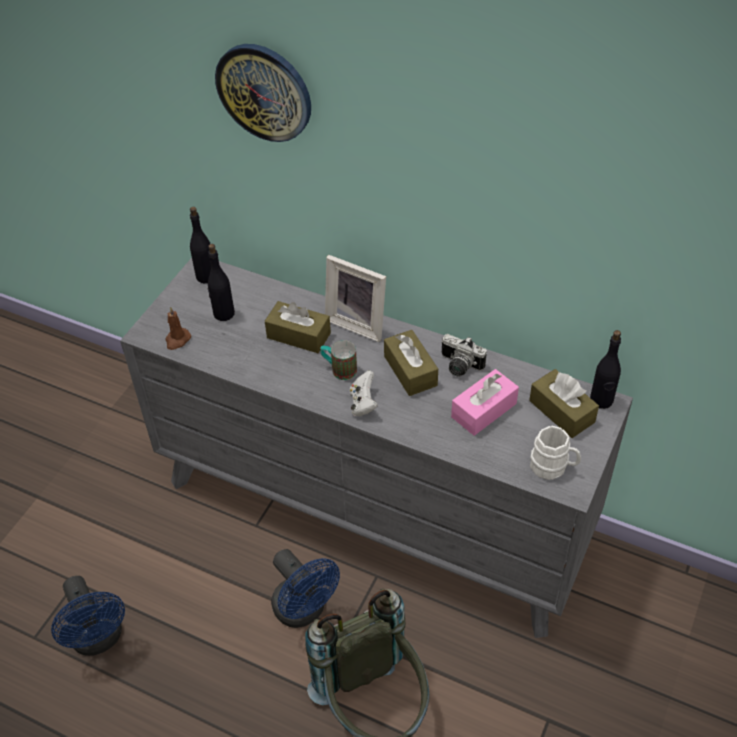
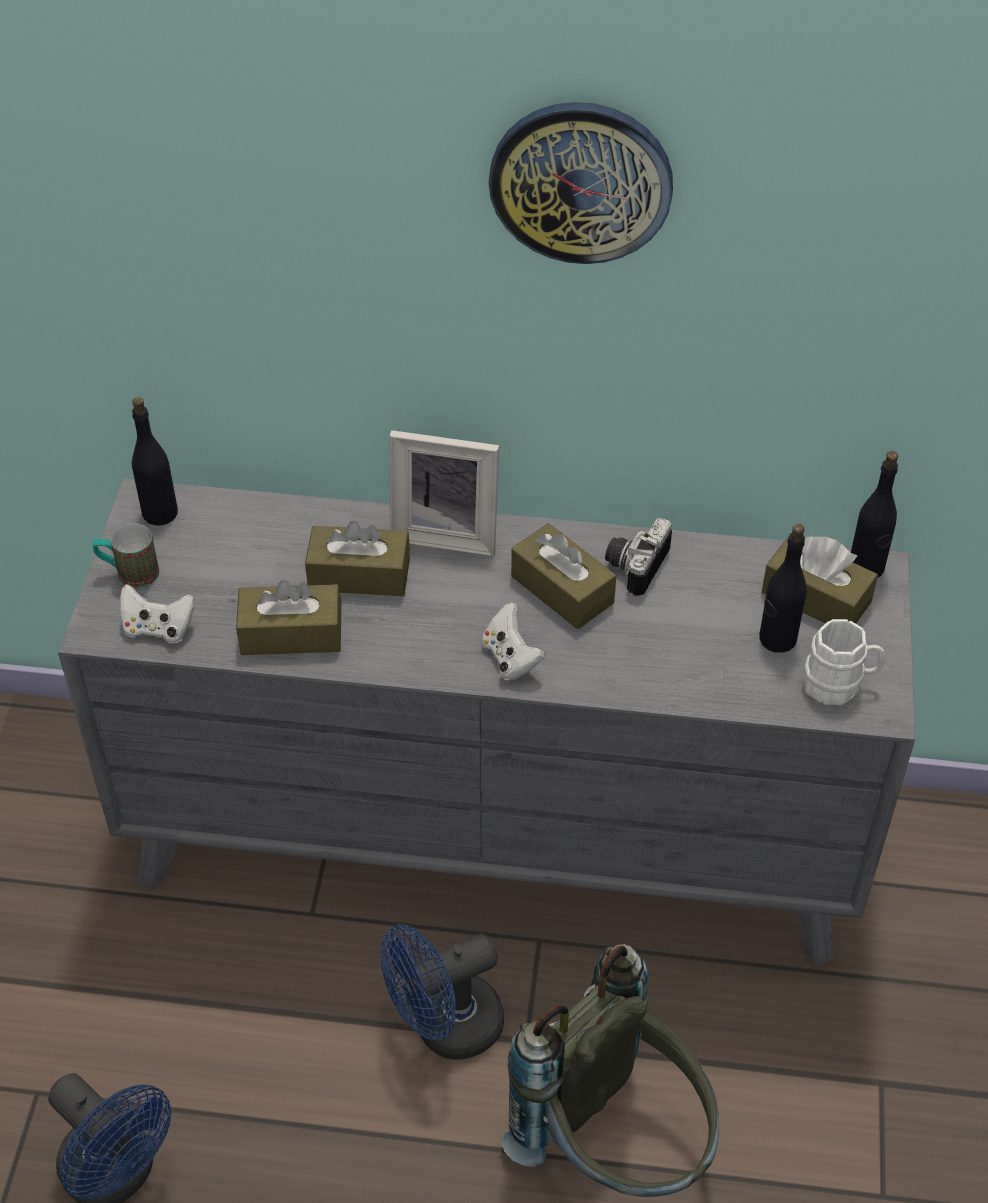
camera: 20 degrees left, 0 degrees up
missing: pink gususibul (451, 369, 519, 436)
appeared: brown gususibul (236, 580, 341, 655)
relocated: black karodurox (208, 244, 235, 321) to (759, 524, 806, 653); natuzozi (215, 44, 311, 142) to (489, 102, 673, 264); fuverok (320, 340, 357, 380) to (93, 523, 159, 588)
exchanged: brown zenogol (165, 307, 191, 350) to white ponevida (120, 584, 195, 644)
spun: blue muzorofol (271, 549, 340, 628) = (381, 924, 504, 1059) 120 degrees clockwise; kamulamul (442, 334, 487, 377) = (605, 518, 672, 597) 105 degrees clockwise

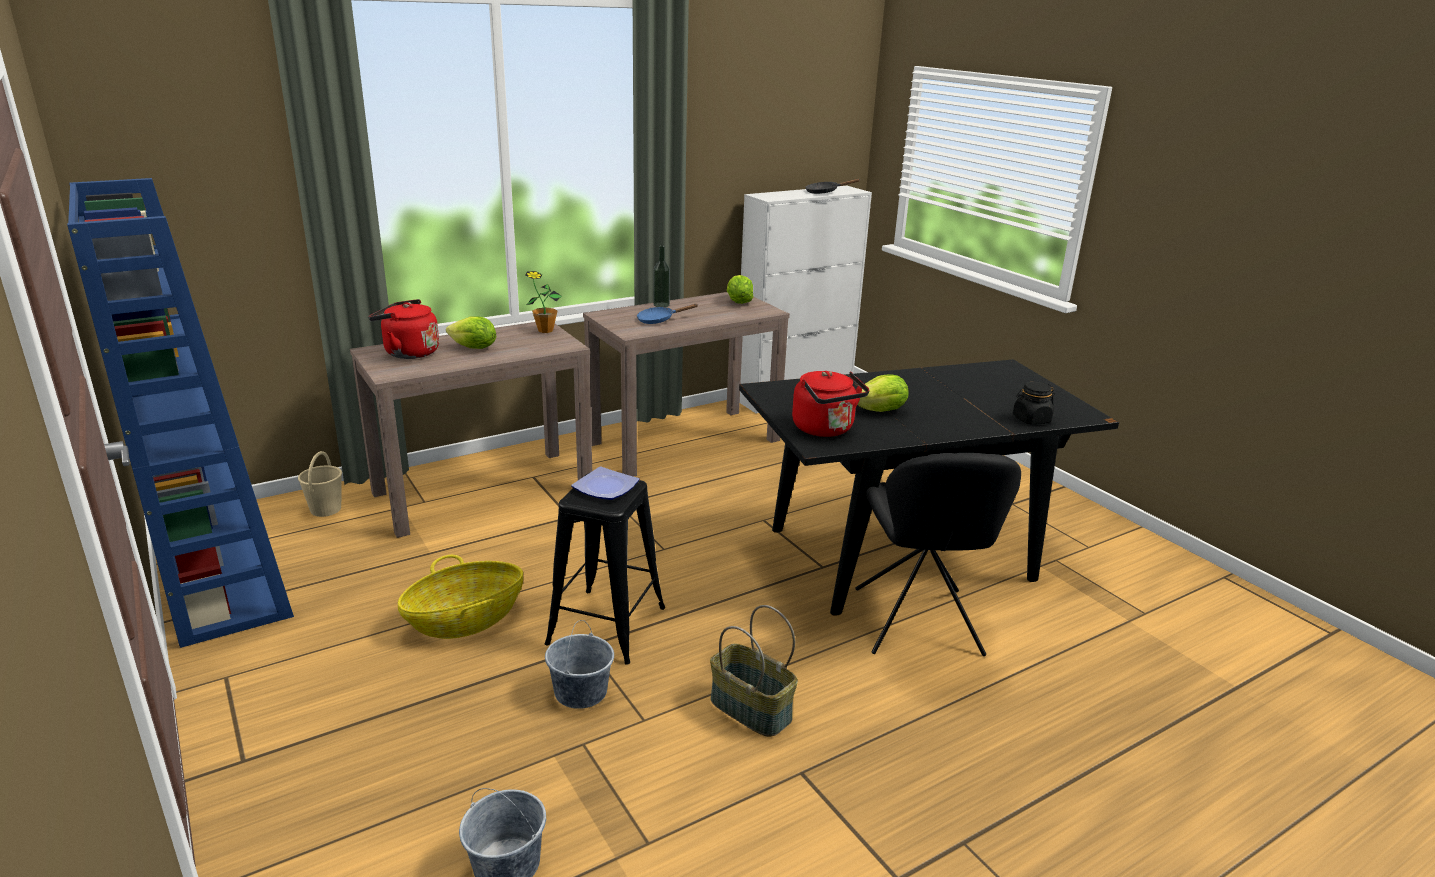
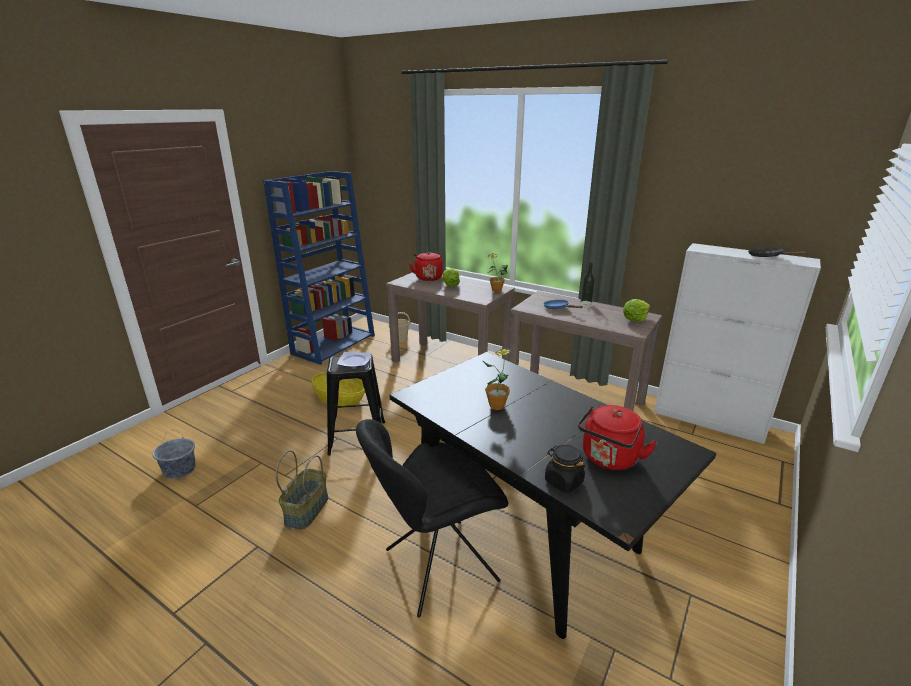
camera: 65 degrees right, 0 degrees up
missing: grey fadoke (545, 620, 614, 709)
relocated: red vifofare (792, 371, 869, 437) to (578, 405, 658, 470)
exchanged: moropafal (858, 374, 909, 412) to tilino (483, 348, 512, 410)

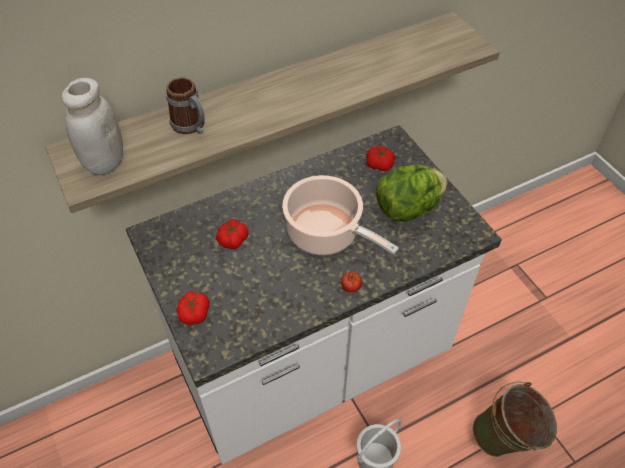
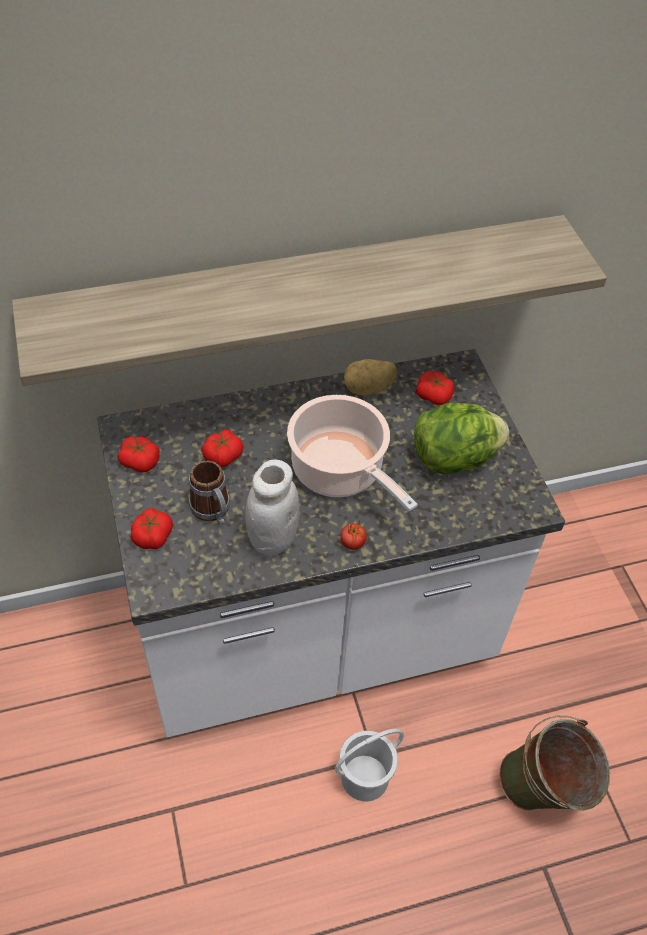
camera: 10 degrees right, 0 degrees up
appeared: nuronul (118, 436, 160, 472); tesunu (344, 359, 397, 395)
relocated: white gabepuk (61, 78, 123, 175) to (245, 460, 299, 556); fuverok (166, 77, 205, 134) to (189, 460, 230, 525)

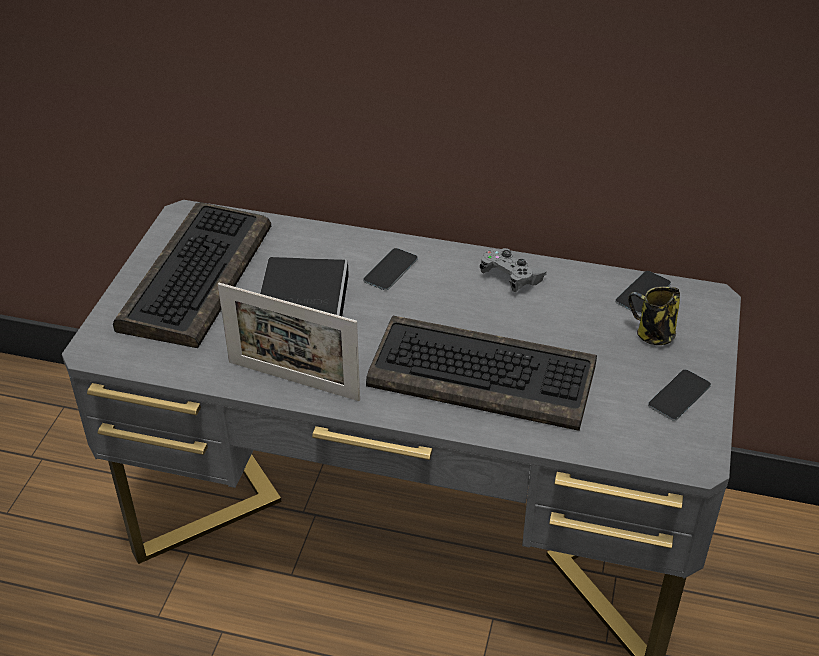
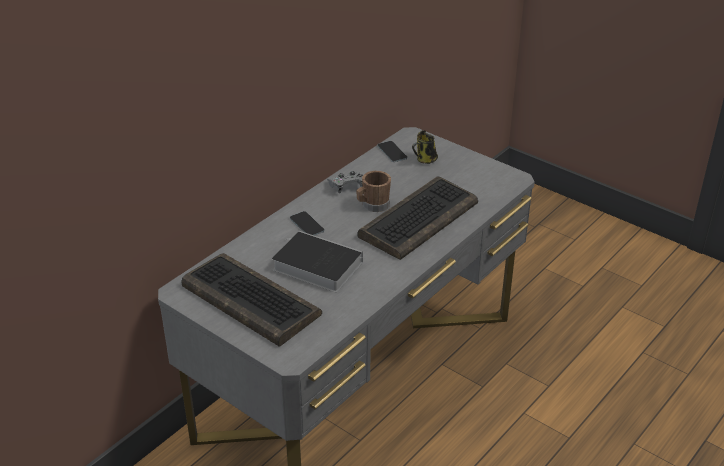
camera: 65 degrees left, 5 degrees down
missing: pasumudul (218, 283, 360, 401); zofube (648, 370, 711, 421)
appeared: brown fuverok (356, 171, 391, 212)

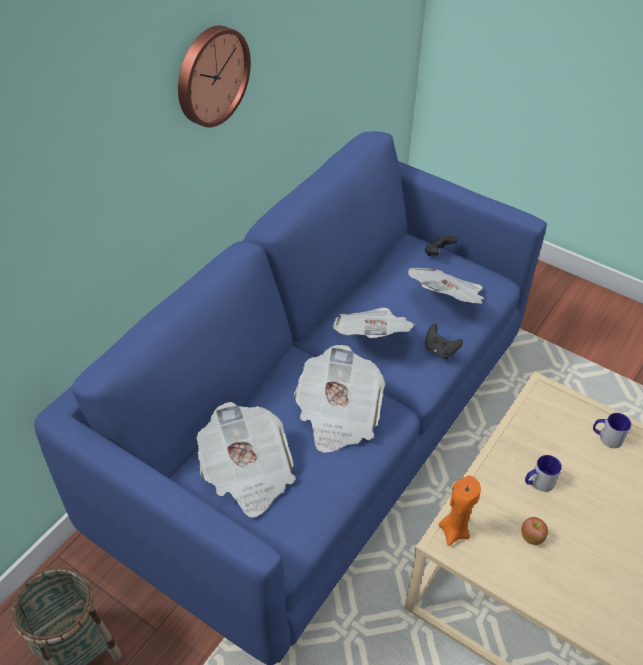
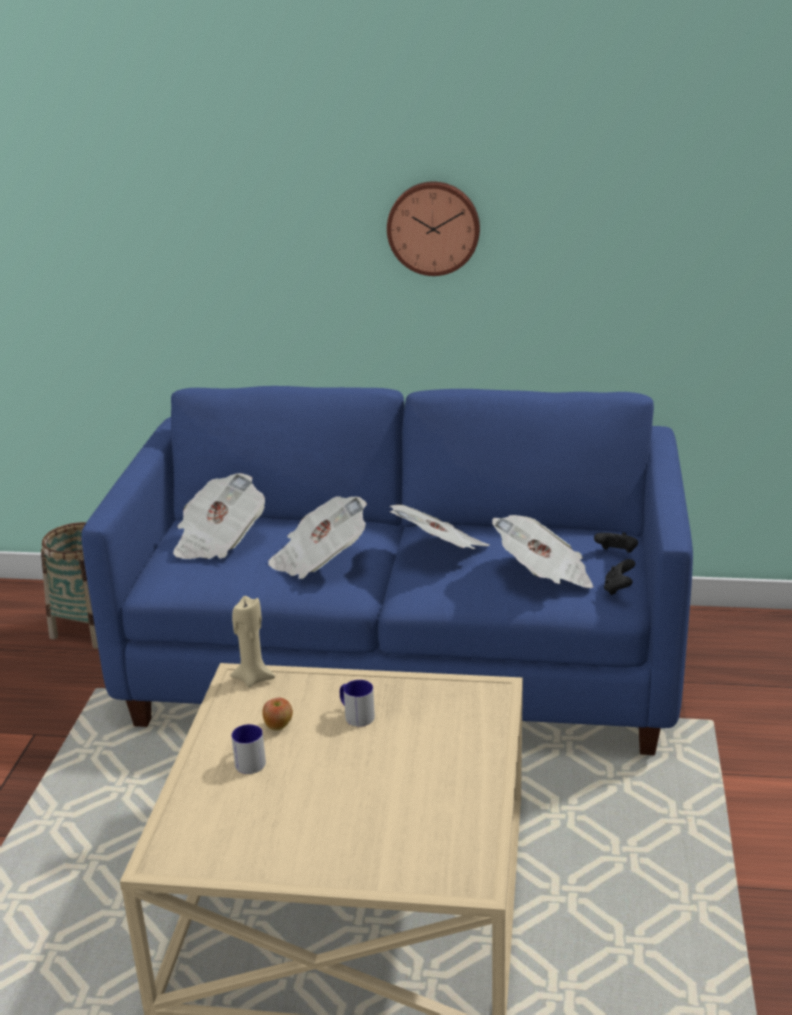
camera: 65 degrees right, 20 degrees down
relocated: black ponevida (425, 324, 463, 359) to (604, 559, 635, 595); fuverok (593, 413, 631, 448) to (231, 724, 266, 774)
colour: orange zenogol (439, 476, 481, 546) to beige zenogol (230, 596, 275, 688)

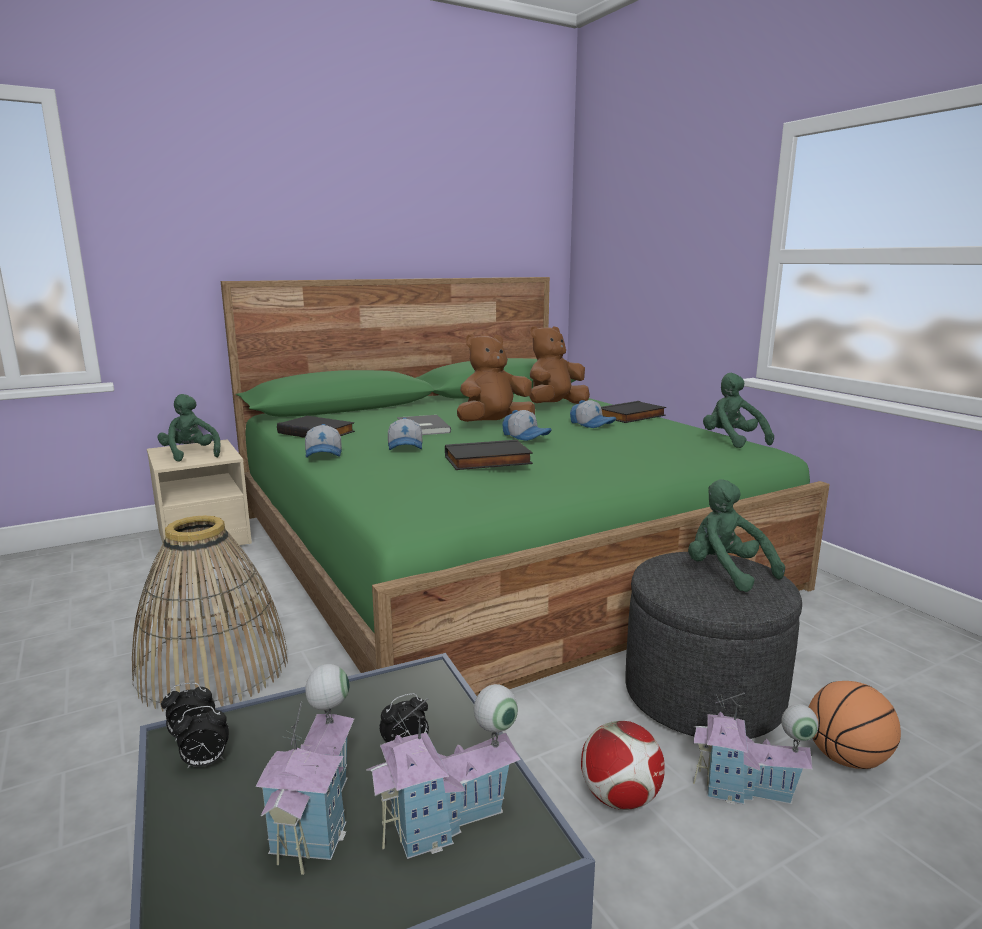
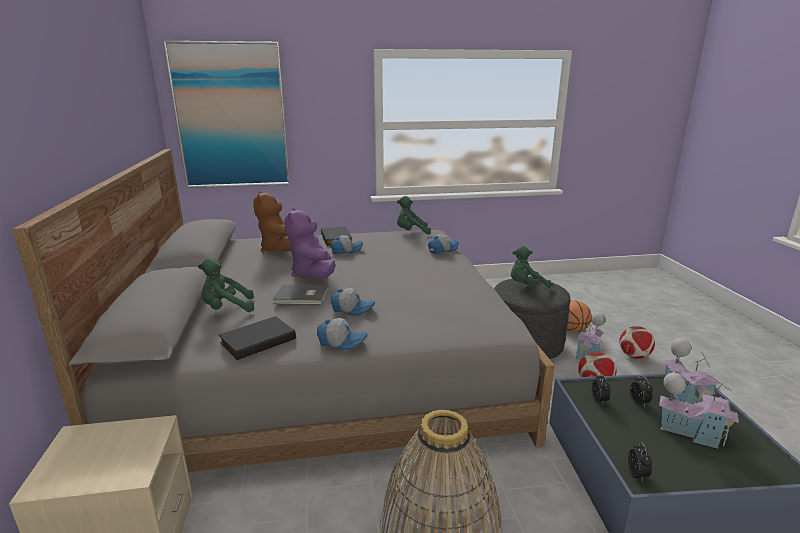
camera: 70 degrees left, 5 degrees up
missing: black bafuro (445, 440, 533, 470)
appeared: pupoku (163, 41, 290, 188); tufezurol (619, 326, 655, 359)
relocated: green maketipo (157, 394, 221, 461) to (198, 258, 254, 312); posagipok (173, 706, 229, 768) to (592, 373, 611, 402); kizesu (502, 410, 552, 441) to (428, 234, 459, 253)
colour: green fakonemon (221, 277, 830, 696) to grey fakonemon (13, 149, 555, 472); brown maketipo (457, 334, 535, 422) to purple maketipo (285, 208, 335, 279)

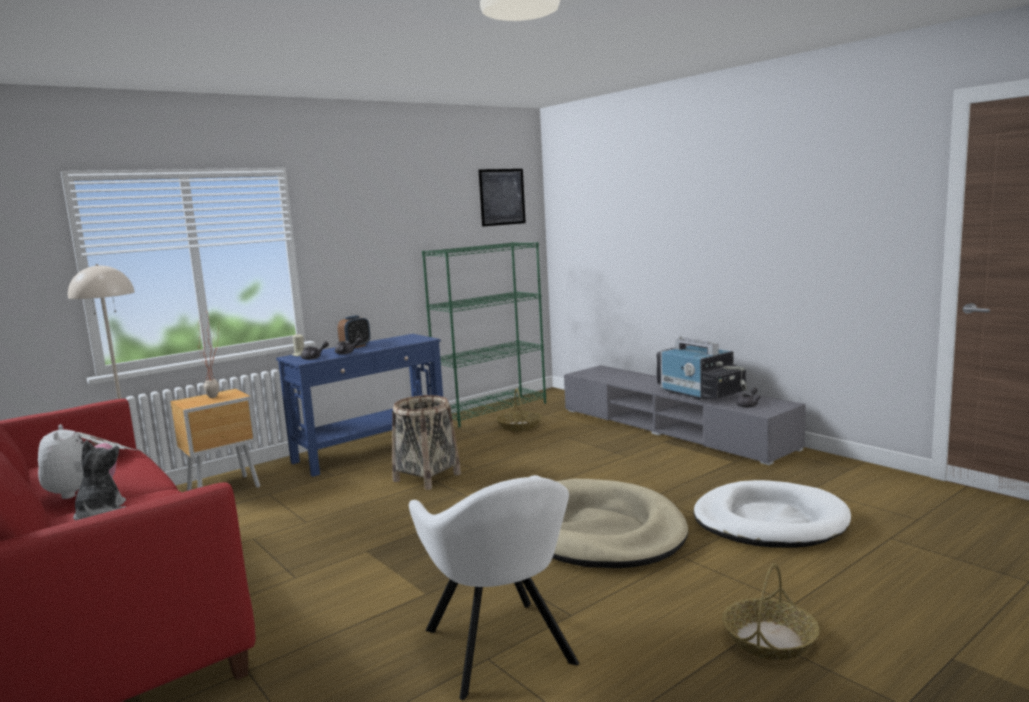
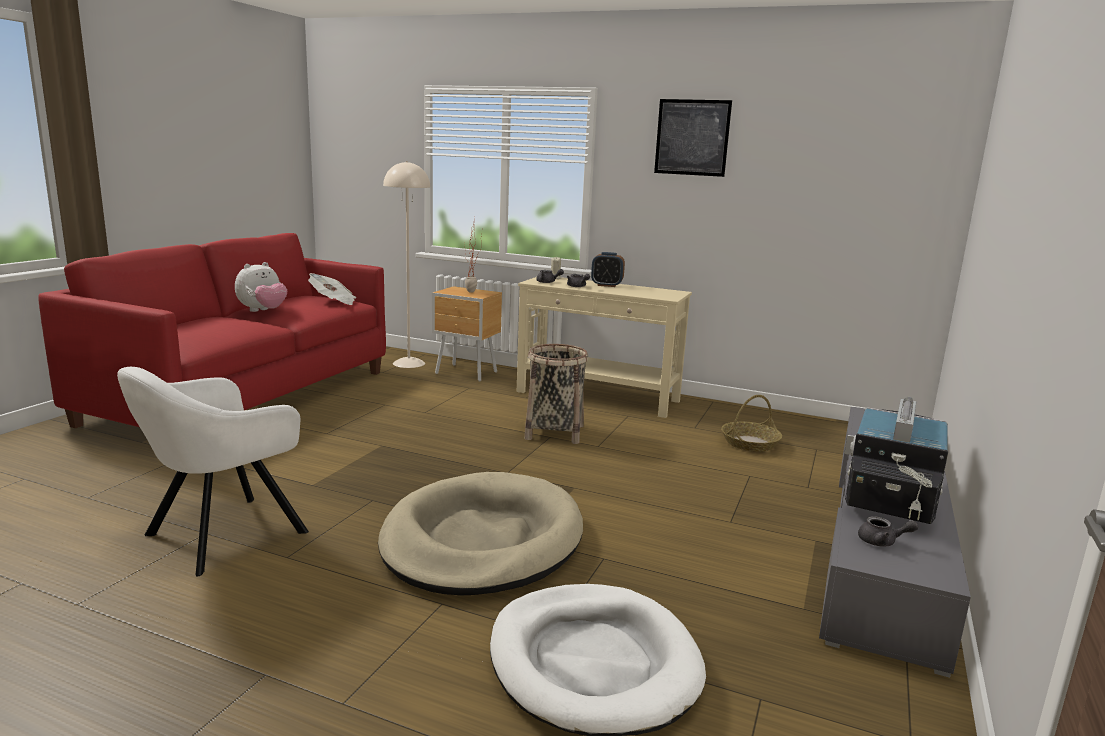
camera: 60 degrees right, 5 degrees up
missing: maketipo (73, 440, 126, 520); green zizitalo (422, 242, 546, 427); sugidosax (722, 563, 820, 660)
relocated: pupoku (479, 169, 526, 227) to (654, 99, 732, 177)
colour: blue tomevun (276, 334, 443, 477) to beige tomevun (517, 277, 692, 418)

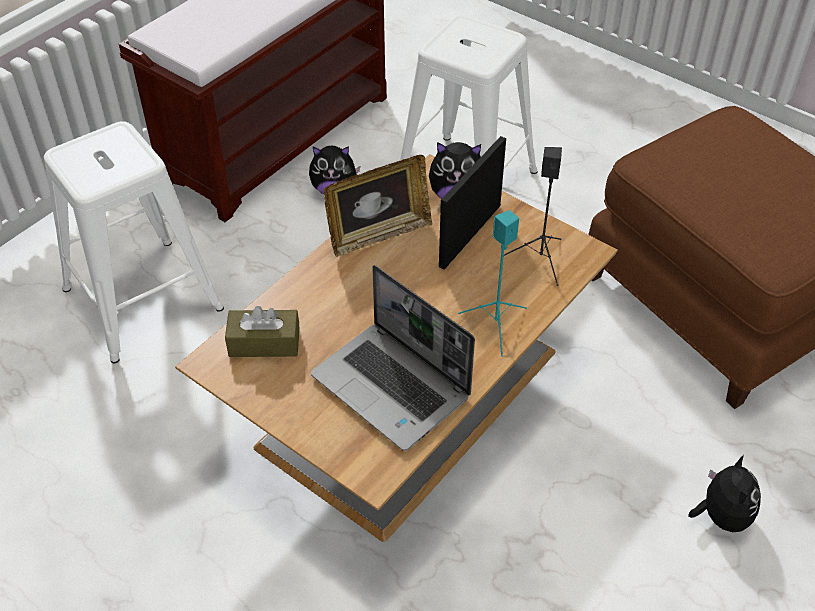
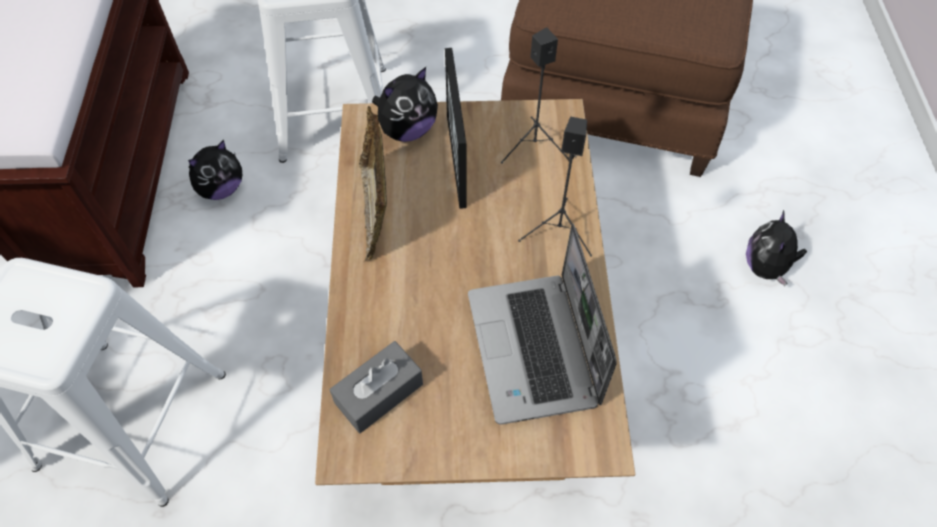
camera: 40 degrees left, 10 degrees up
colour: brown gususibul (225, 306, 300, 357) to grey gususibul (330, 341, 423, 433); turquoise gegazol (458, 210, 527, 357) to black gegazol (518, 117, 592, 257)
spun: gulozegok (311, 265, 475, 451) = (468, 223, 617, 425) 75 degrees clockwise; pasumudul (324, 155, 432, 257) = (359, 106, 387, 262) 150 degrees clockwise; maketipo (688, 455, 761, 532) = (746, 210, 807, 287) 135 degrees counterclockwise

